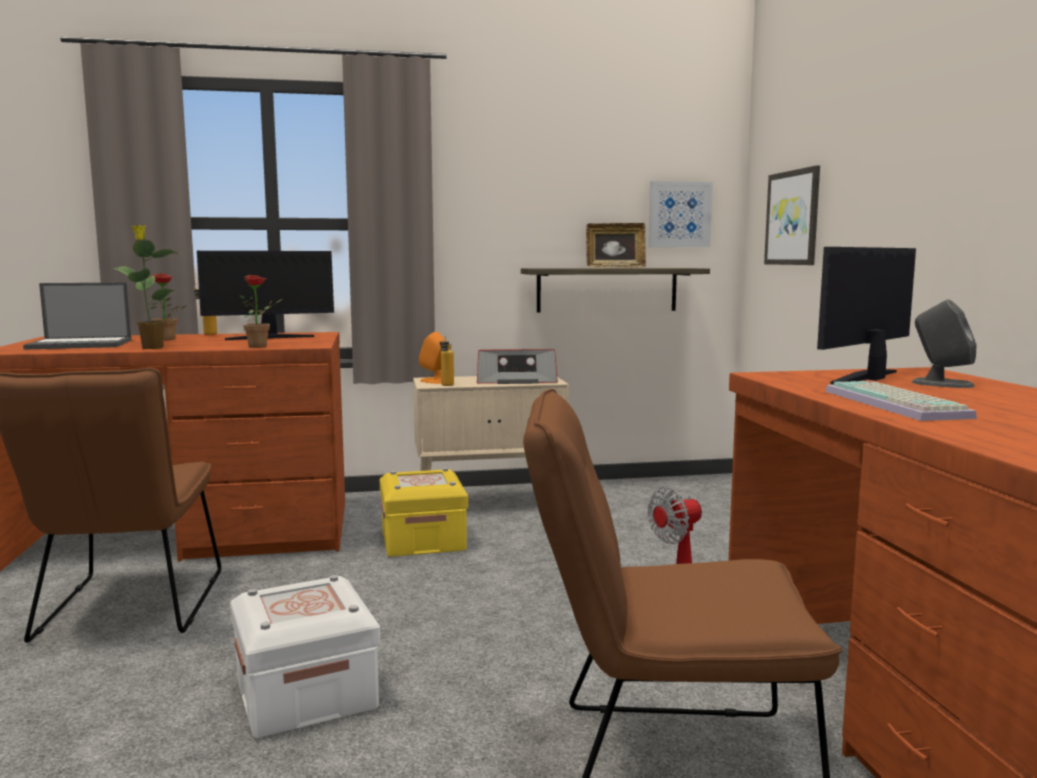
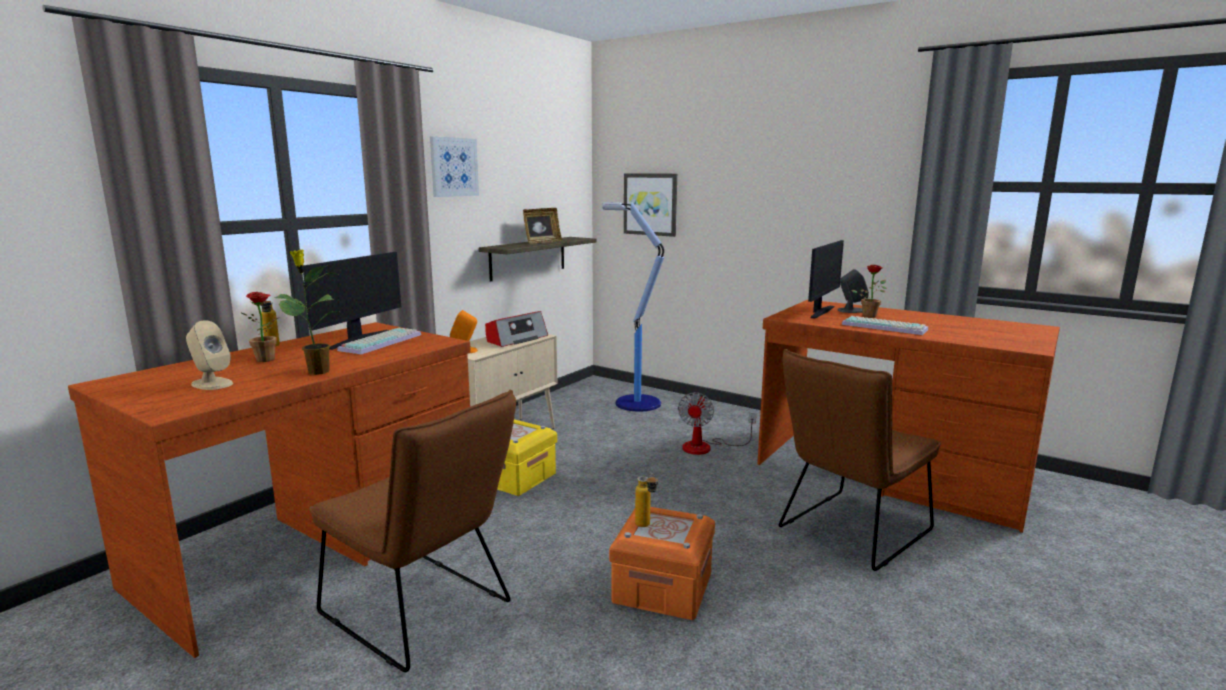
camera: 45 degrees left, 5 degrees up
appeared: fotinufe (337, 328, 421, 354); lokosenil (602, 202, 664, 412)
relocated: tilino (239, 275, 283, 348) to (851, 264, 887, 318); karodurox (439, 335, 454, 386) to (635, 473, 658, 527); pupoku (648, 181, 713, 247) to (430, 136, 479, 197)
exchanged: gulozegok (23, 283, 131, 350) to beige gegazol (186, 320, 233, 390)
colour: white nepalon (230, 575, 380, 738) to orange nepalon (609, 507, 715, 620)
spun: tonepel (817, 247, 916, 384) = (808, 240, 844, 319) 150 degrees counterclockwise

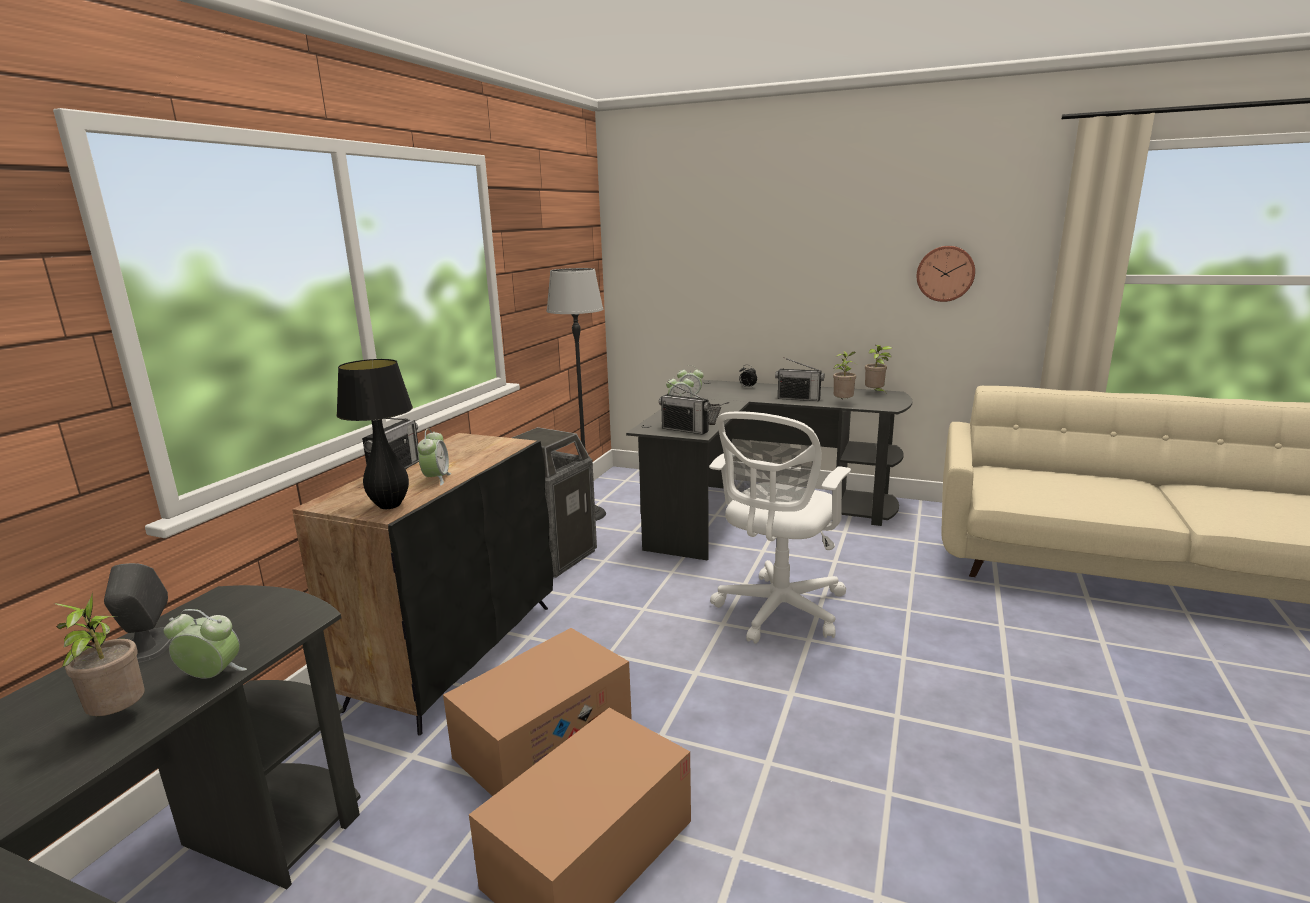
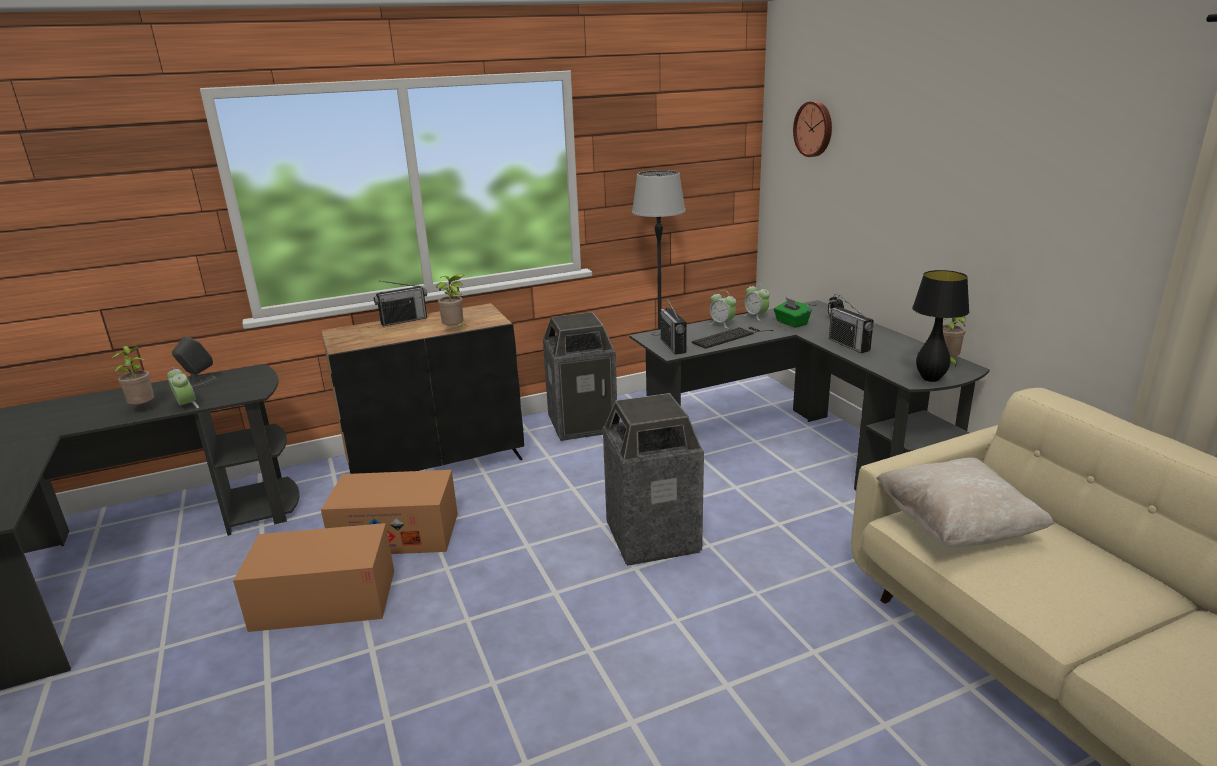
camera: 45 degrees right, 5 degrees up
missing: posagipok (418, 429, 451, 486)
appeared: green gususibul (774, 298, 812, 328); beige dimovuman (876, 457, 1054, 547)
relocated: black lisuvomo (336, 359, 413, 509) to (912, 270, 970, 382); tilino (833, 351, 856, 399) to (436, 274, 464, 326); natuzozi (917, 246, 975, 302) to (793, 101, 832, 157)
exchanged: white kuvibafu (709, 411, 851, 644) to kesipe (603, 393, 704, 566)

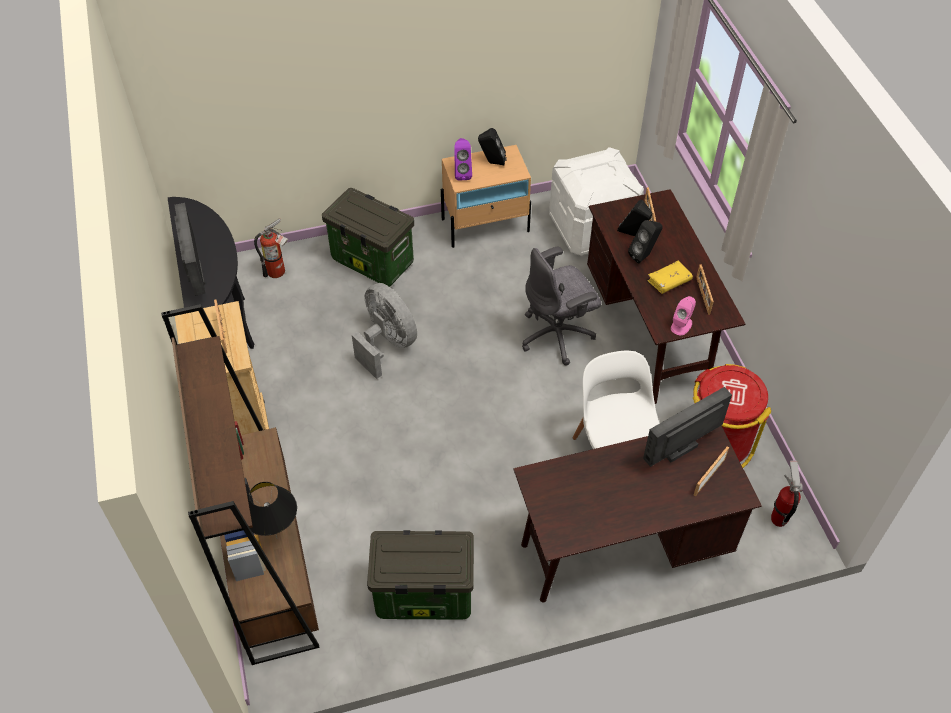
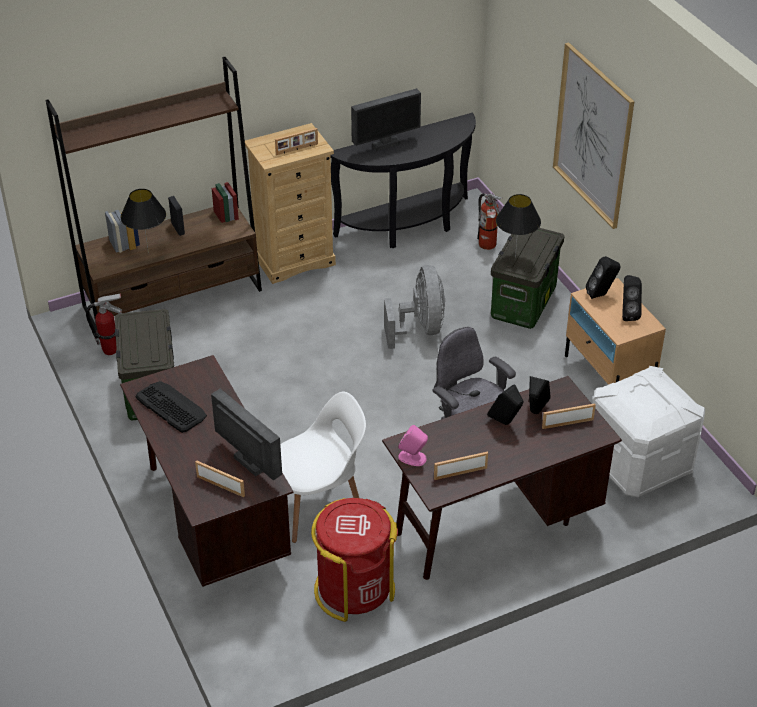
camera: 80 degrees right, 10 degrees down
missing: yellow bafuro (647, 261, 693, 294)
appeared: fotinufe (135, 381, 207, 433); black lisuvomo (496, 194, 541, 258); pupoku (553, 42, 634, 229)
relocated: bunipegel (771, 460, 803, 527) to (86, 293, 122, 355)
colour: purple gegazol (454, 138, 472, 181) to black gegazol (586, 256, 621, 299)
spun: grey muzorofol (352, 283, 417, 379) = (384, 265, 445, 349) 45 degrees counterclockwise

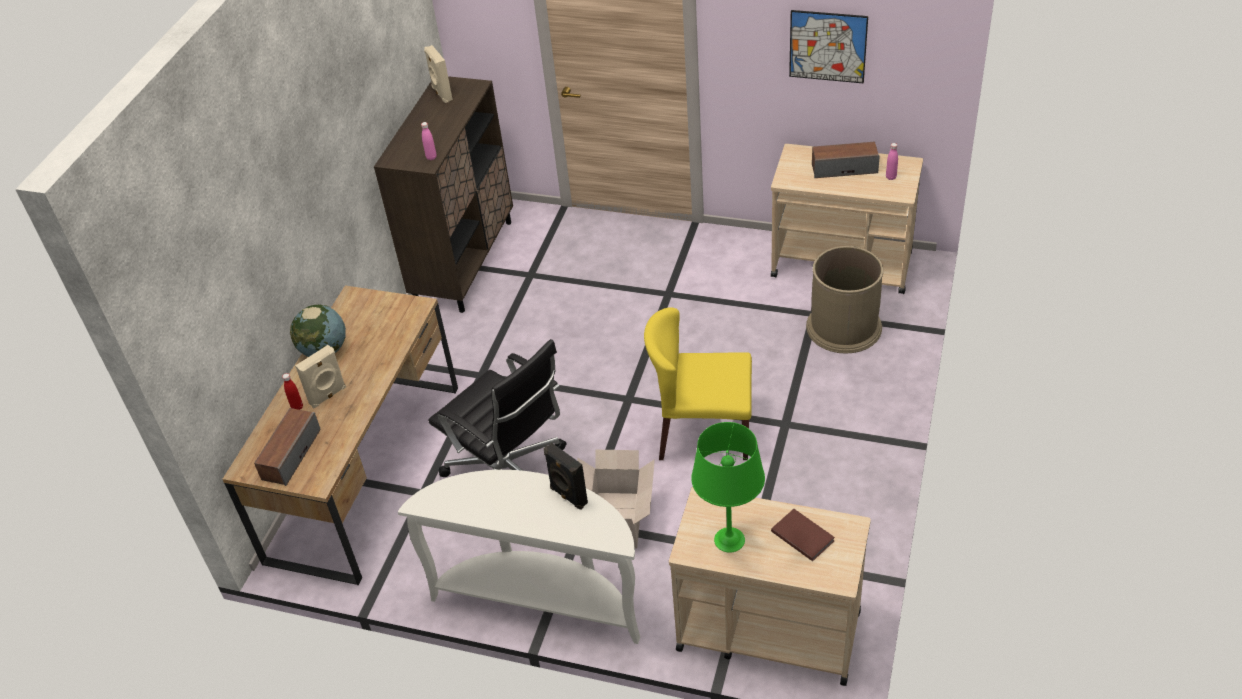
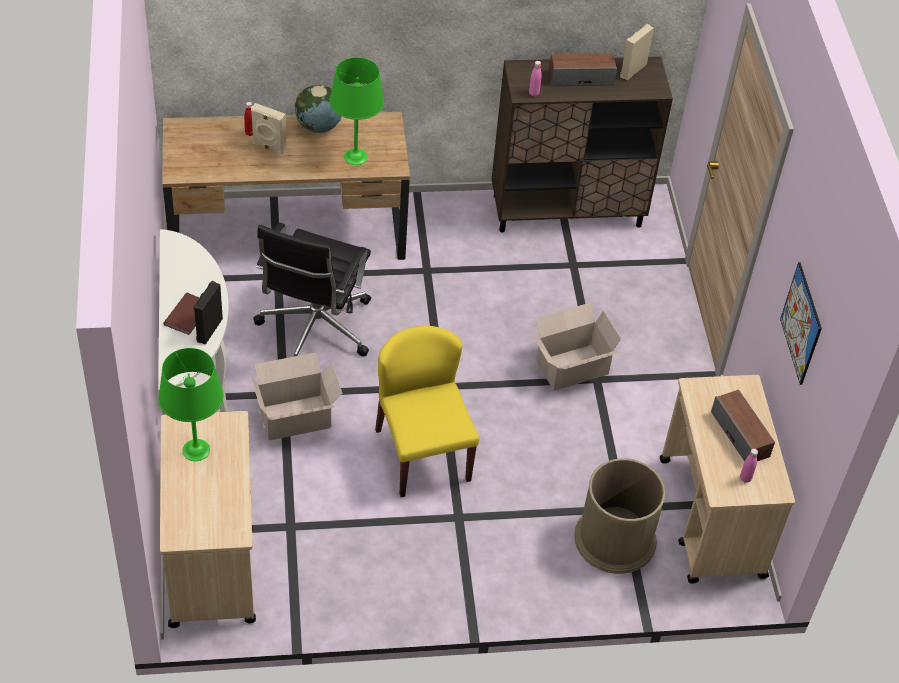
camera: 60 degrees right, 5 degrees up
appeared: green lisuvomo (329, 57, 384, 165); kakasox (531, 303, 621, 391)
relocated: gegazol (254, 408, 321, 486) to (549, 53, 617, 86); brown bafuro (771, 509, 835, 561) to (163, 293, 200, 335)

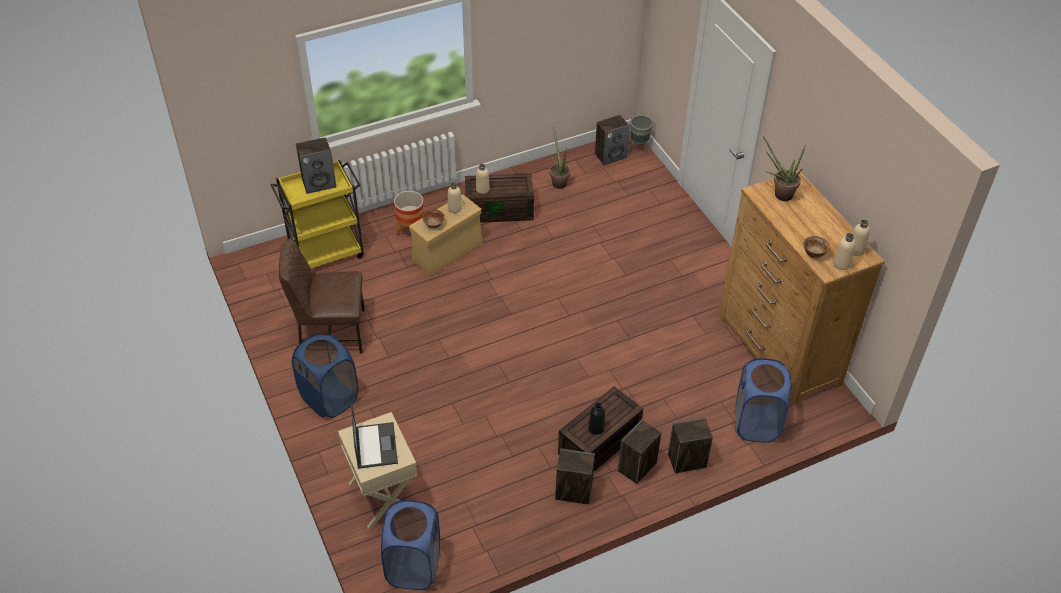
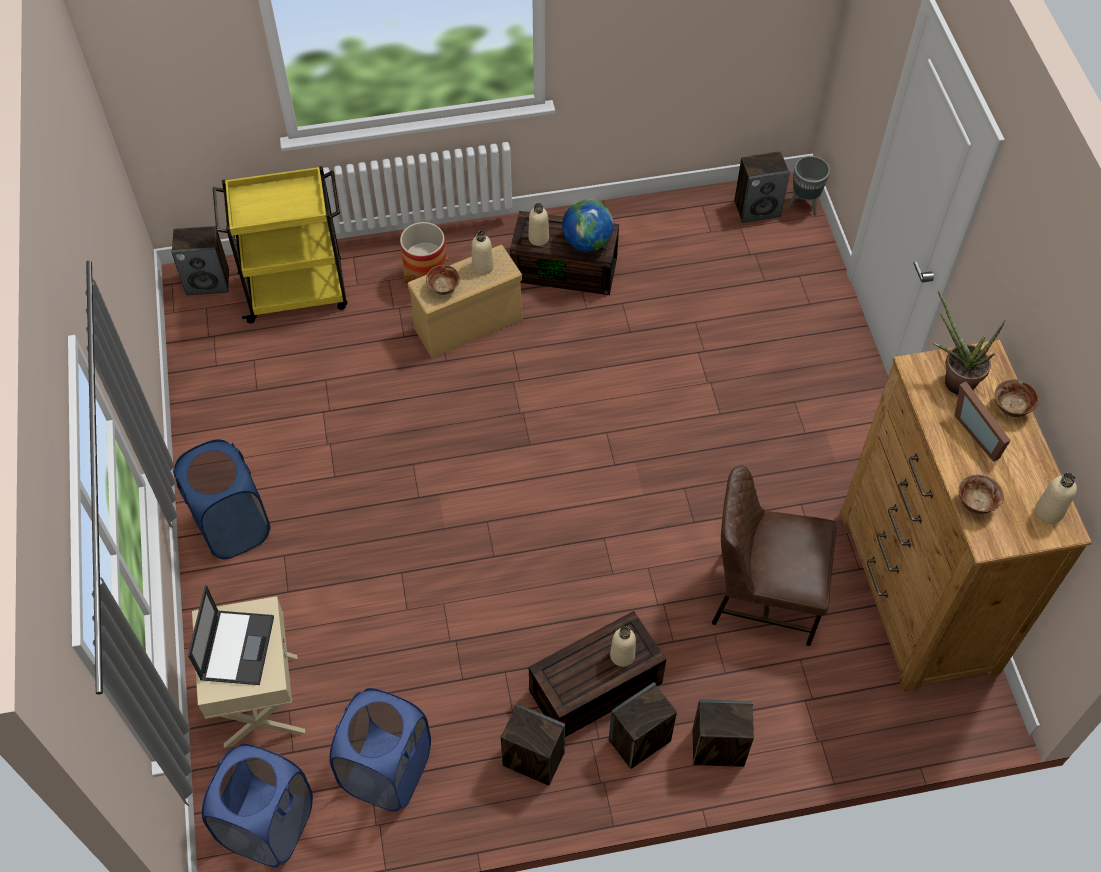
camera: 15 degrees right, 10 degrees up
missing: tilino (550, 128, 570, 189); black karodurox (588, 403, 605, 435)
appeared: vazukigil (562, 199, 614, 252); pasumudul (955, 381, 1011, 462); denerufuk (995, 379, 1039, 417)
relocated: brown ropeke (279, 239, 365, 354) to (712, 465, 836, 646); gegazol (296, 137, 336, 194) to (171, 226, 229, 295); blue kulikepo (735, 358, 792, 443) to (329, 688, 431, 812); beige karodurox (833, 233, 856, 270) to (610, 626, 636, 667)

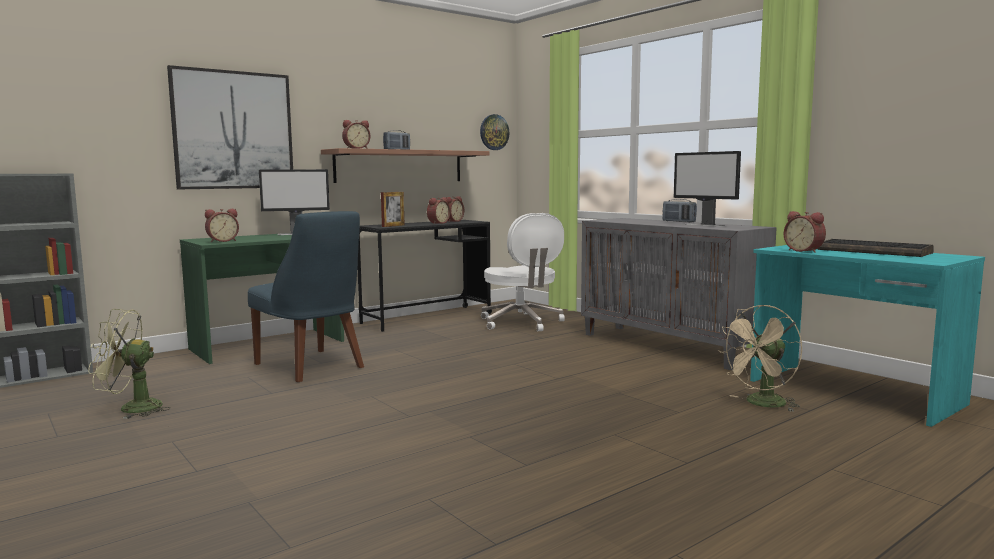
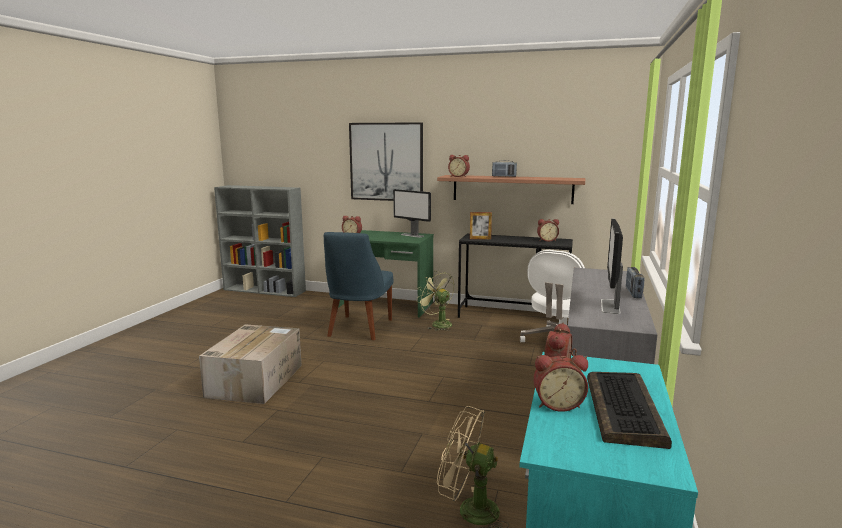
camera: 55 degrees right, 5 degrees up
missing: natuzozi (480, 114, 509, 150)
appeared: kakasox (199, 324, 302, 404)
relocated: green muzorofol (88, 309, 171, 419) to (416, 271, 454, 331); posagipok (427, 197, 450, 224) to (533, 355, 588, 412)

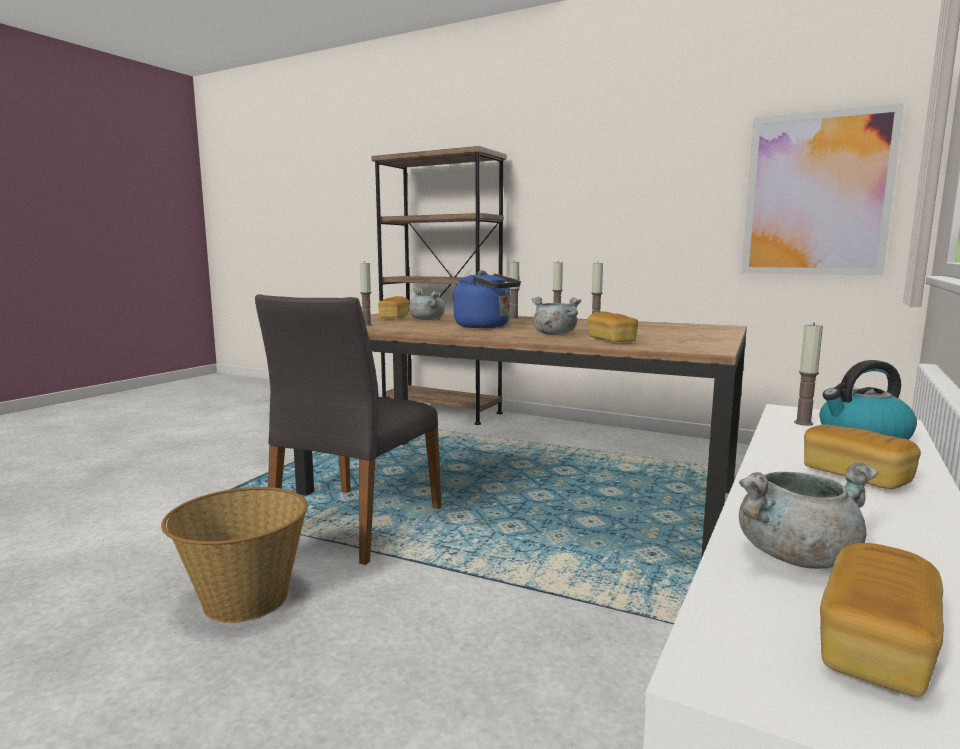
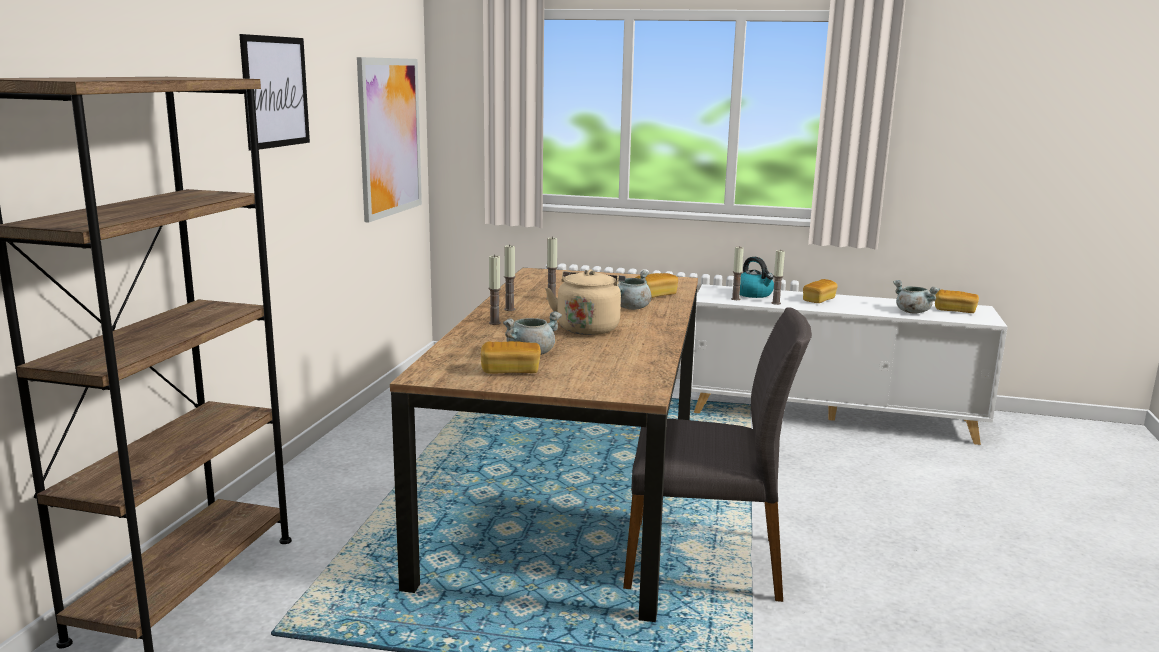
camera: 105 degrees left, 5 degrees up
missing: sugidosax (161, 487, 308, 623)
appeared: pupoku (239, 34, 310, 151)
relocated: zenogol (360, 261, 372, 326) to (771, 249, 785, 305)
colour: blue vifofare (454, 270, 521, 328) to beige vifofare (545, 269, 625, 335)

